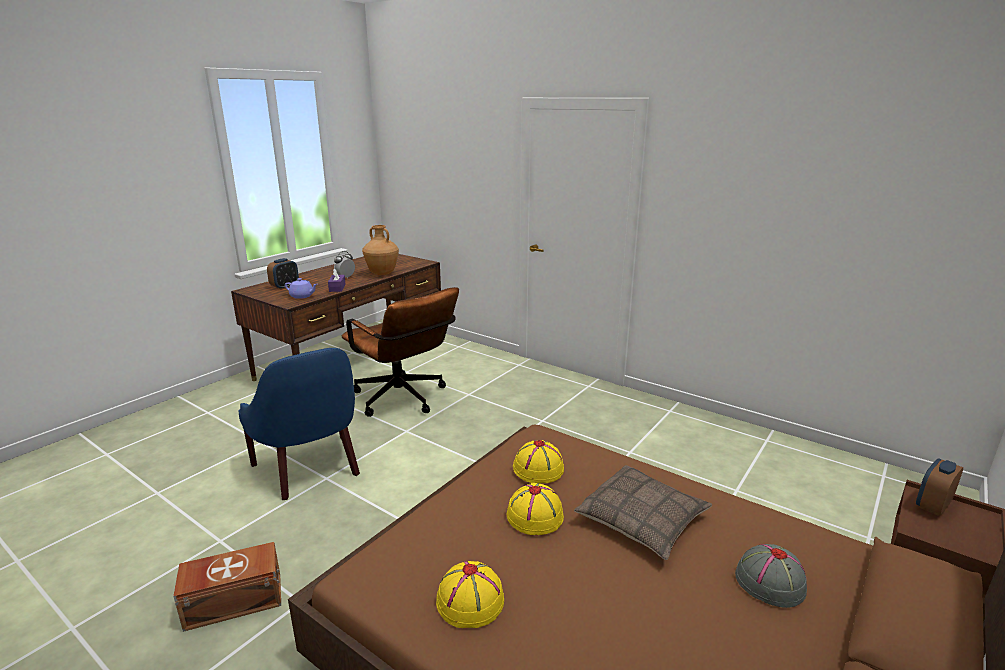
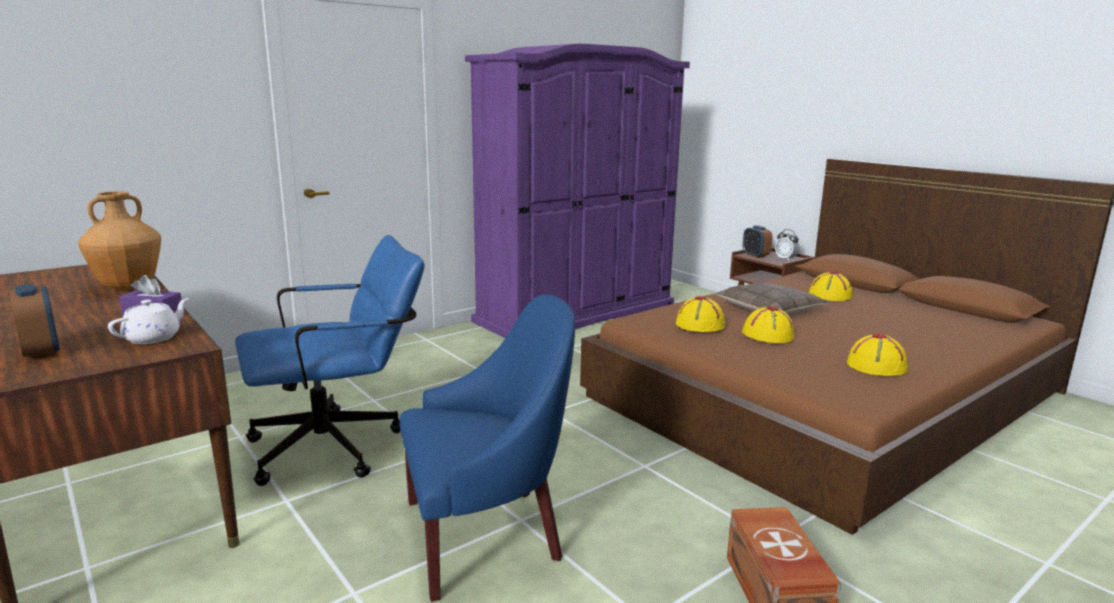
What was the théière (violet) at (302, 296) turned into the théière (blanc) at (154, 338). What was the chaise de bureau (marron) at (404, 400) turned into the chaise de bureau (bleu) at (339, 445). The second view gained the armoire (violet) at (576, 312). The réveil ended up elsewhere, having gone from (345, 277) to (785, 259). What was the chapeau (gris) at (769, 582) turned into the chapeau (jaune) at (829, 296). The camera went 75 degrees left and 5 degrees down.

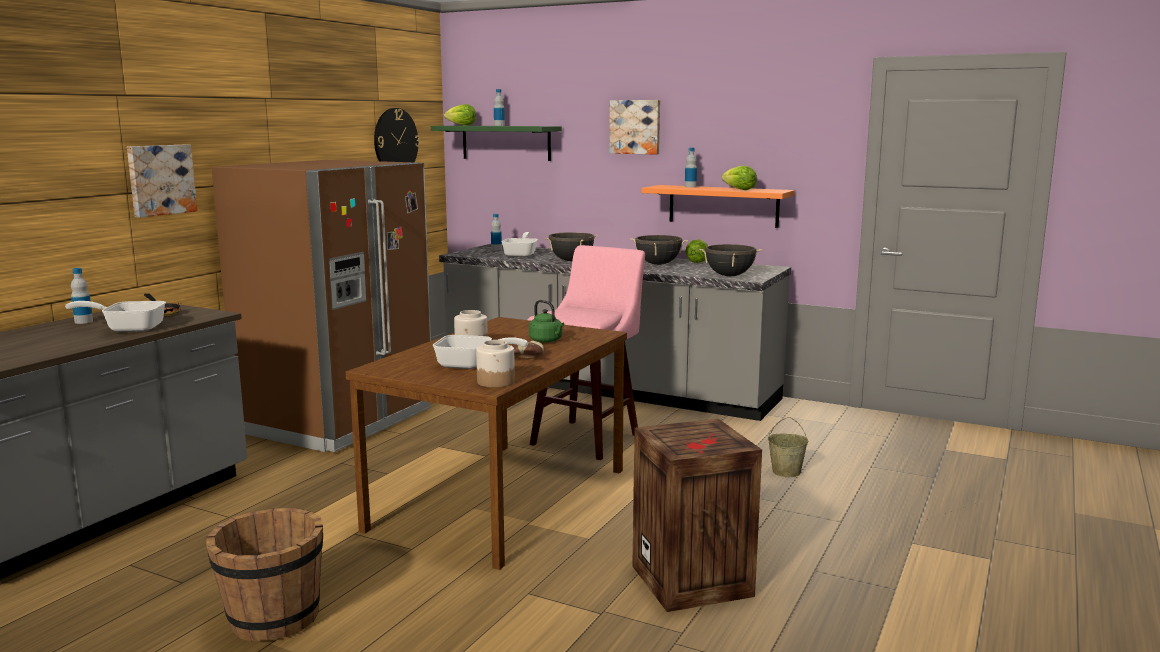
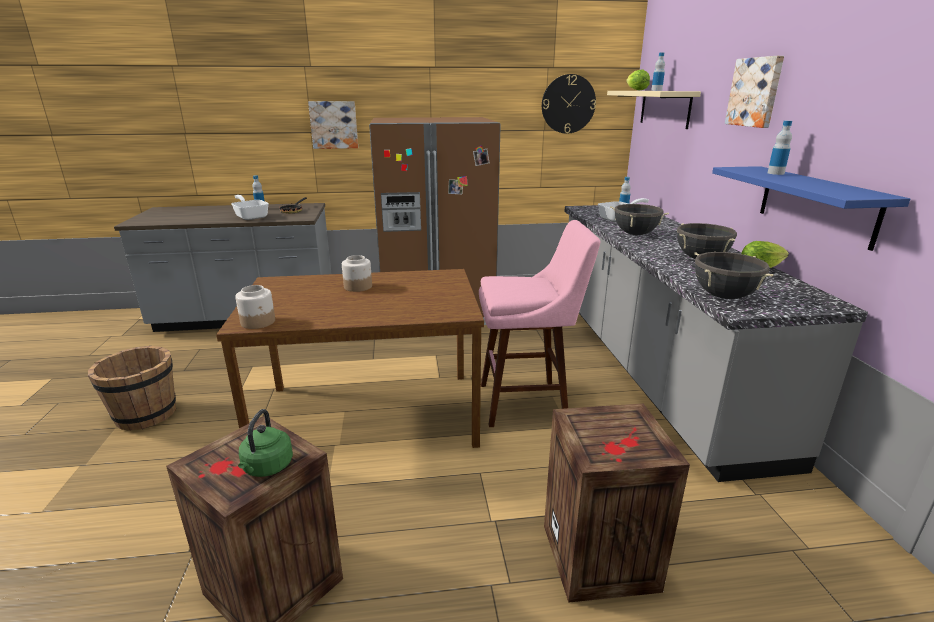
The bouilloire (vert) ended up elsewhere, having gone from (547, 341) to (267, 468). Where the seau (beige) stood at (786, 472), the caisse came to stand at (601, 558). What was the étagère (vert) at (506, 142) turned into the étagère (beige) at (665, 108). What was the étagère (orange) at (723, 206) turned into the étagère (bleu) at (816, 204). The second view lost the poêle at (471, 365). The second view lost the pain at (527, 355). The second view lost the laitue at (739, 189). The camera went 55 degrees right and 10 degrees up.

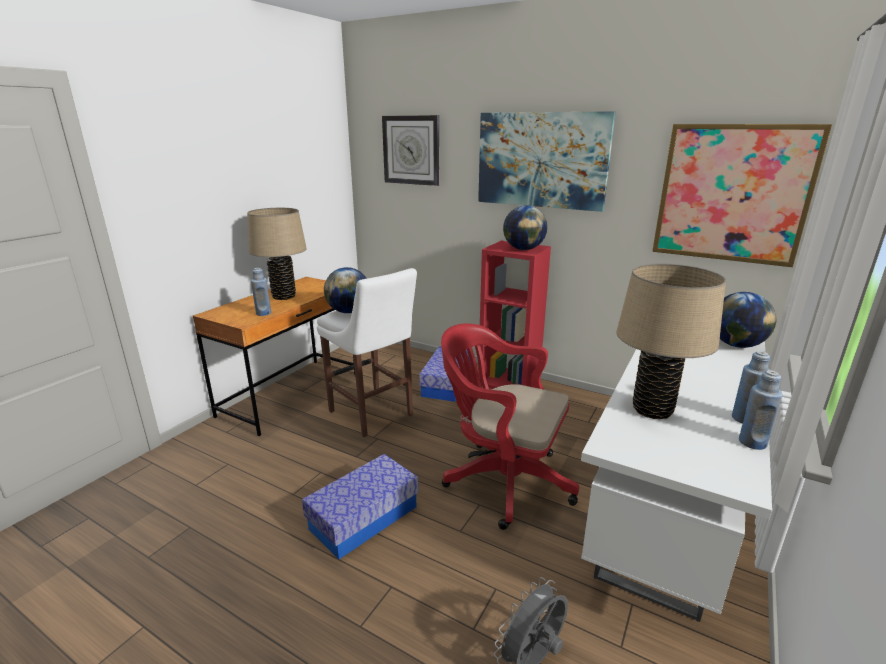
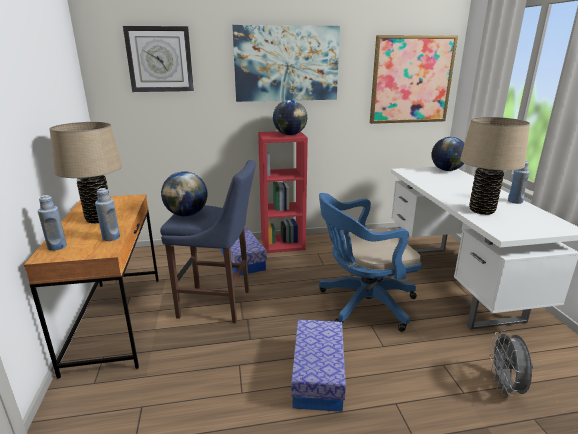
The bouteille (bleu) ended up elsewhere, having gone from (752, 442) to (57, 247). What was the tabouret (blanc) at (373, 415) turned into the tabouret (bleu) at (218, 304). What was the chaise de bureau (rouge) at (502, 479) turned into the chaise de bureau (bleu) at (362, 304). The camera went 40 degrees left and 0 degrees up.

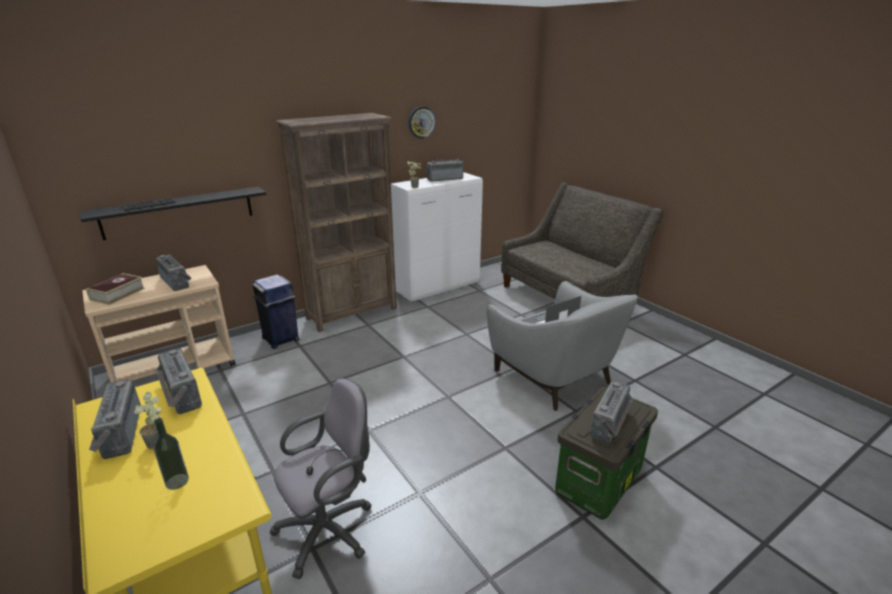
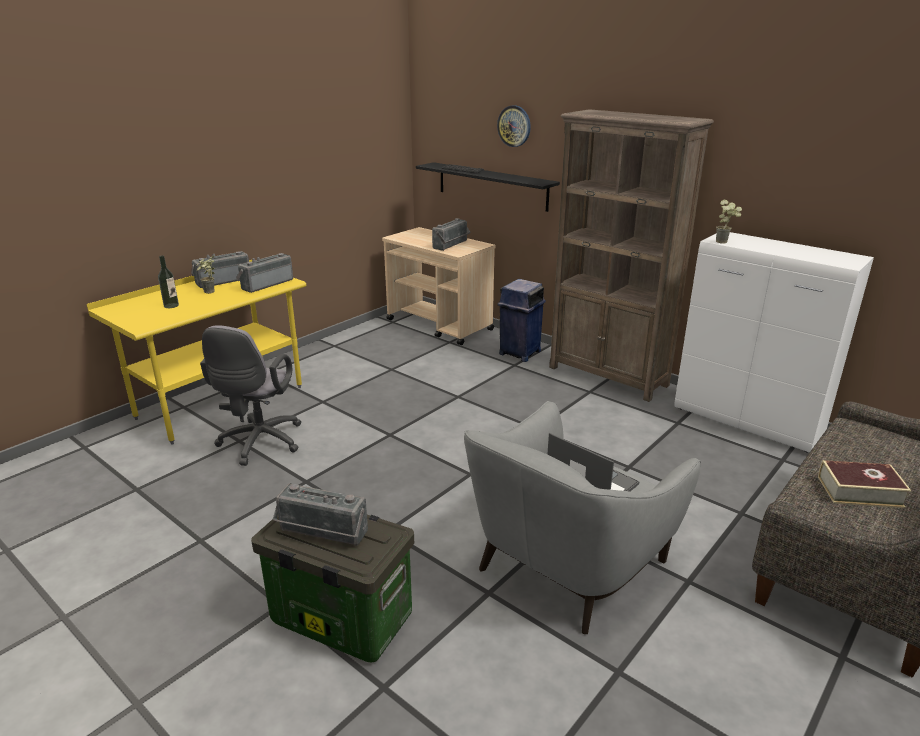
The chaise de bureau (gris) at (330, 529) ended up facing another way, 60 degrees clockwise from before. The horloge murale ended up elsewhere, having gone from (421, 122) to (514, 126). The livre ended up elsewhere, having gone from (118, 294) to (859, 491). The second view lost the radio at (444, 179). The camera went 75 degrees right and 0 degrees up.

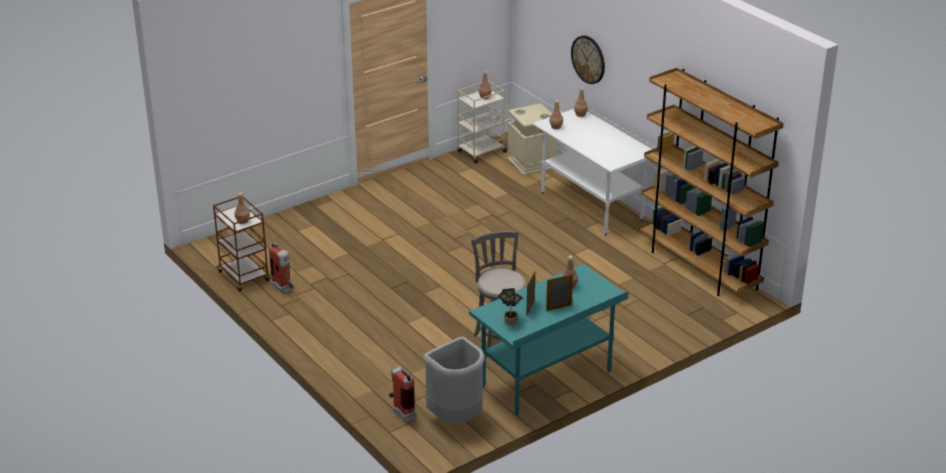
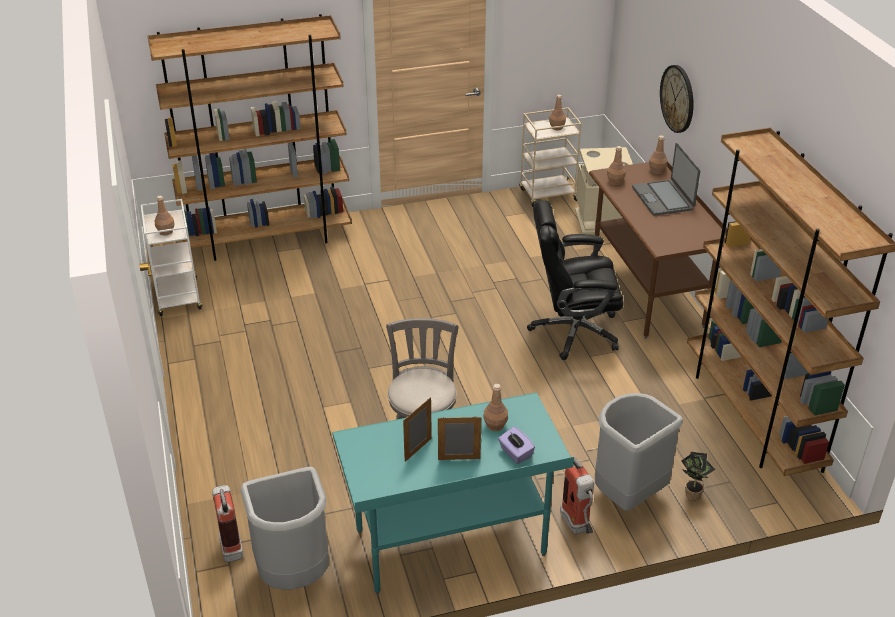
What was the chariot (marron) at (244, 277) turned into the chariot (blanc) at (178, 298). The second view gained the bibliothèque (marron) at (268, 239). The second view gained the boîte à mouchoirs (violet) at (515, 453). The second view gained the chaise de bureau (noir) at (572, 331). The extincteur ended up elsewhere, having gone from (284, 290) to (577, 527). What was the bureau (blanc) at (591, 206) turned into the bureau (marron) at (647, 293). The second view gained the poubelle (gris) at (627, 495). The second view gained the ordinateur portable at (663, 198). The plante en pot ended up elsewhere, having gone from (509, 321) to (692, 492). The camera went 20 degrees right and 5 degrees up.

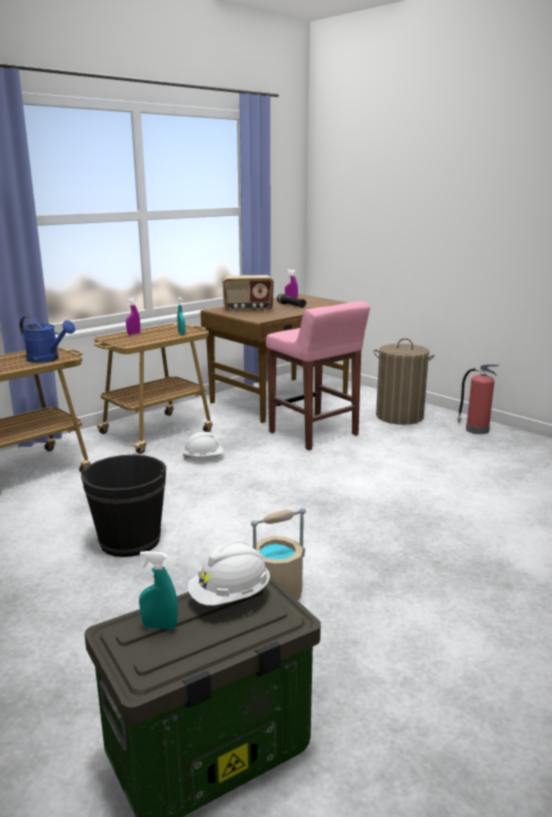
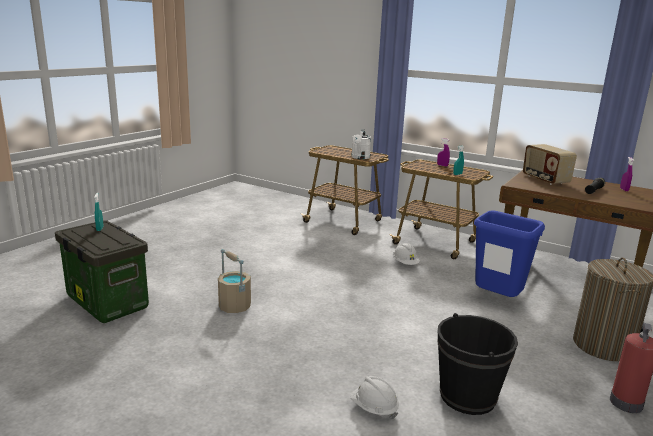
The casque de chantier (blanc) ended up elsewhere, having gone from (230, 596) to (374, 408). What was the arrosoir (bleu) at (48, 359) turned into the arrosoir (blanc) at (360, 157). The seau (noir) ended up elsewhere, having gone from (130, 541) to (467, 396). Where the tabouret (rose) stood at (314, 434), the poubelle (bleu) came to stand at (496, 301). The camera went 75 degrees right and 0 degrees up.

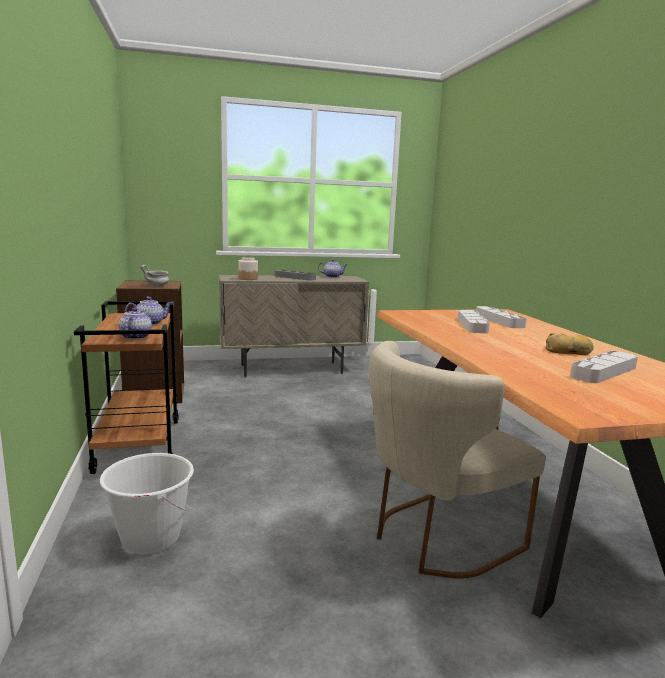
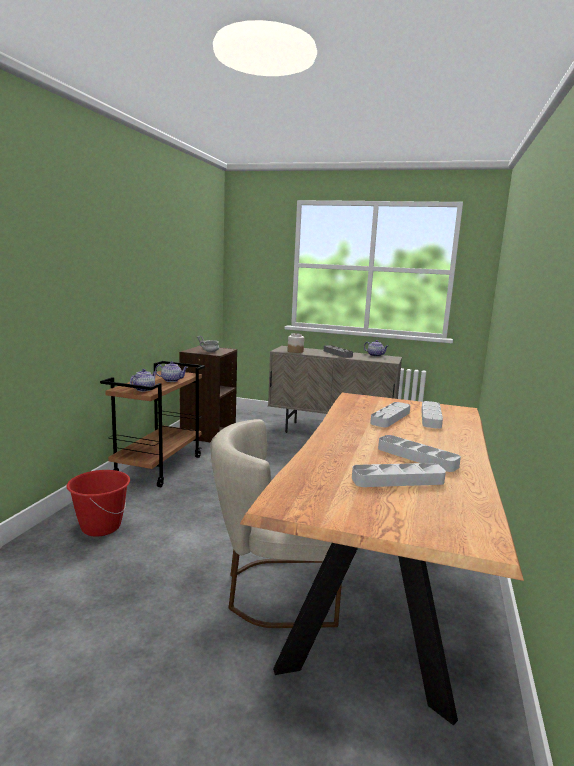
What was the seau (blanc) at (150, 538) turned into the seau (rouge) at (100, 527). Where the pain stood at (568, 352), the plateau (gris) came to stand at (417, 457). The camera went 30 degrees right and 0 degrees up.

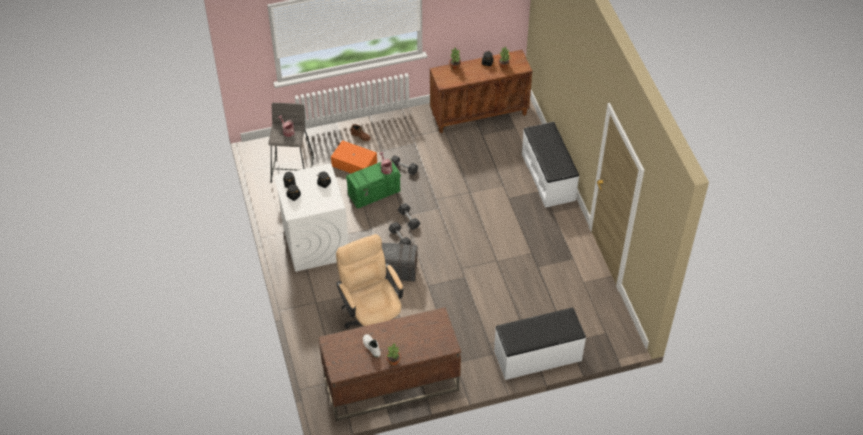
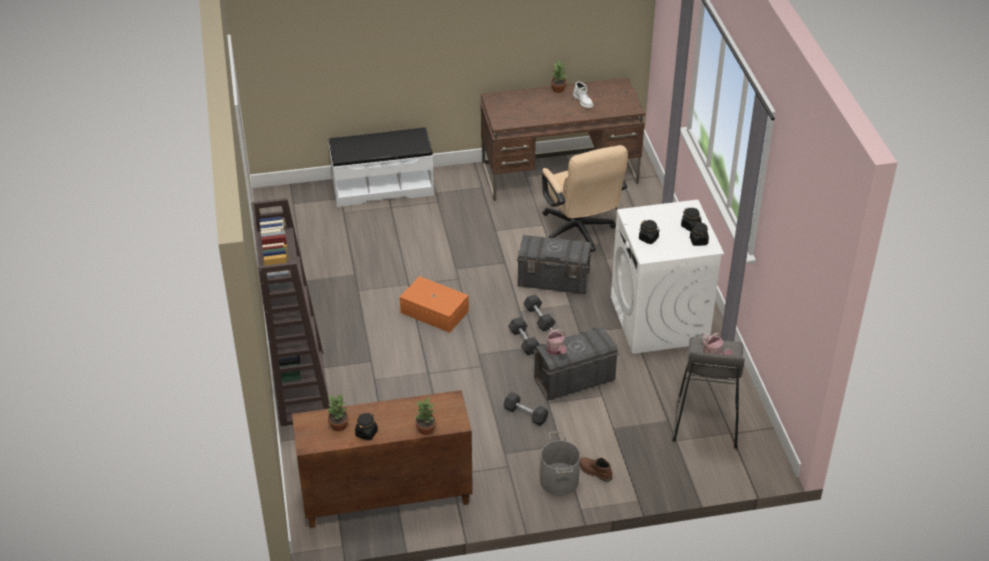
Where the banc (blanc) stood at (548, 177), the bibliothèque (marron) came to stand at (301, 387). The boîte de rangement (orange) ended up elsewhere, having gone from (354, 164) to (434, 311). What was the boîte de rangement (vert) at (374, 193) turned into the boîte de rangement (gris) at (574, 380). The second view gained the seau (gris) at (560, 480). The camera went 175 degrees left and 10 degrees down.

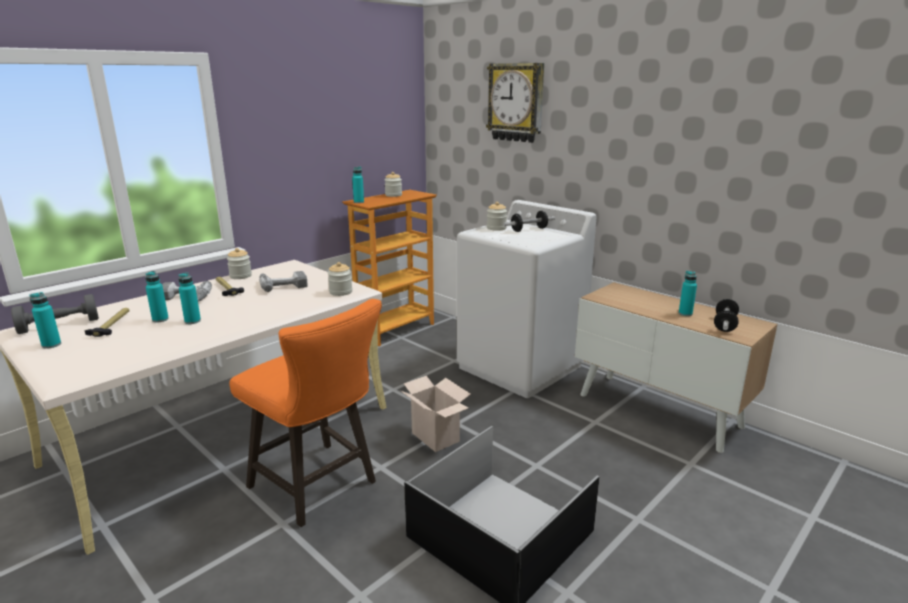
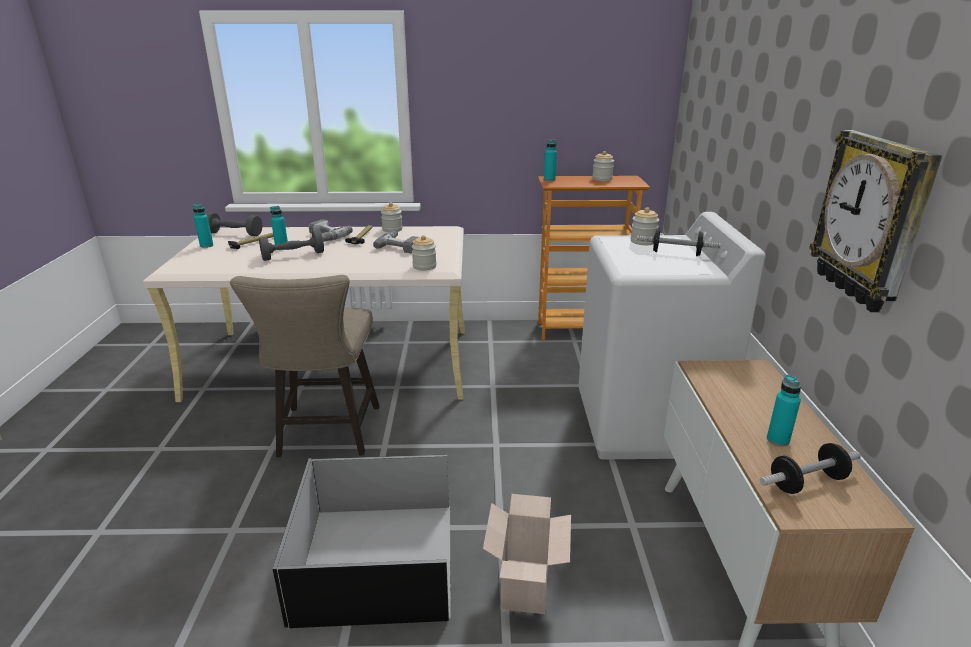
What was the tabouret (orange) at (319, 487) turned into the tabouret (beige) at (326, 435). Where the bouteille (turquoise) stood at (192, 321), the haltère (gris) came to stand at (293, 256). The carton ended up elsewhere, having gone from (437, 437) to (526, 588). The horloge murale ended up elsewhere, having gone from (516, 102) to (872, 220). The camera went 45 degrees right and 5 degrees up.

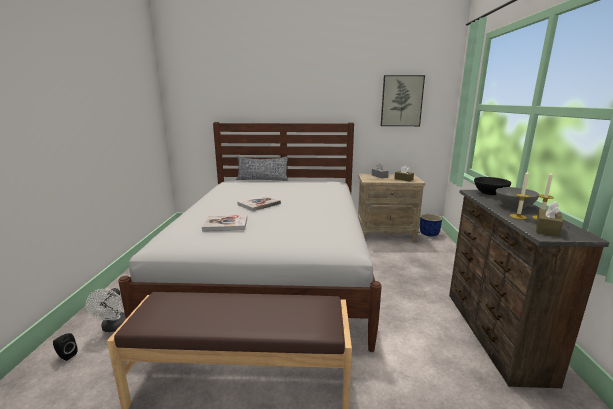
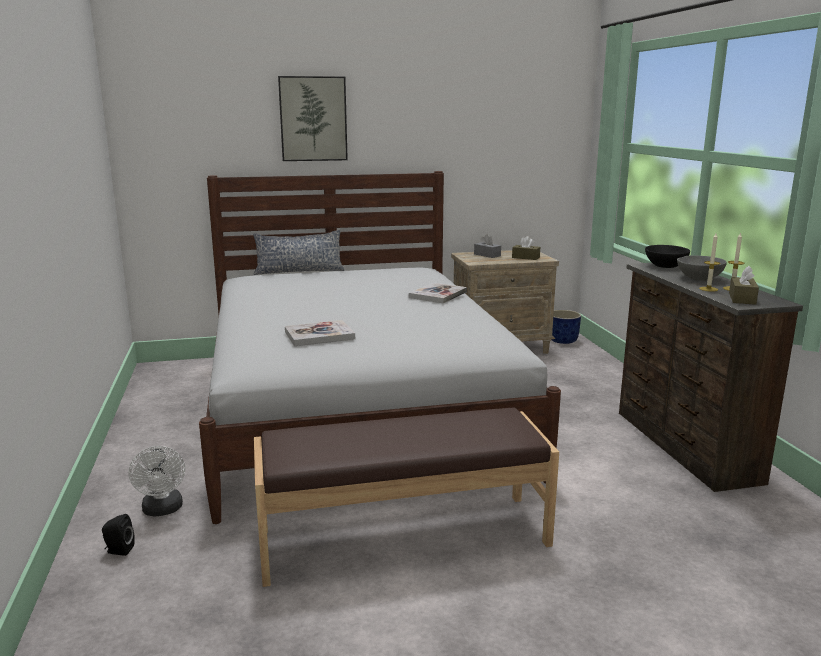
The tableau ended up elsewhere, having gone from (401, 101) to (313, 119). The livre ended up elsewhere, having gone from (259, 204) to (438, 295). The camera went 15 degrees left and 0 degrees up.

